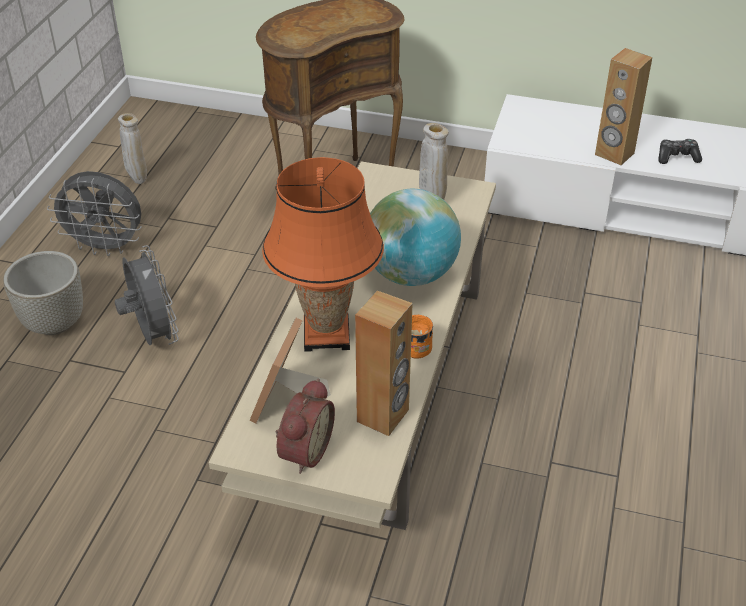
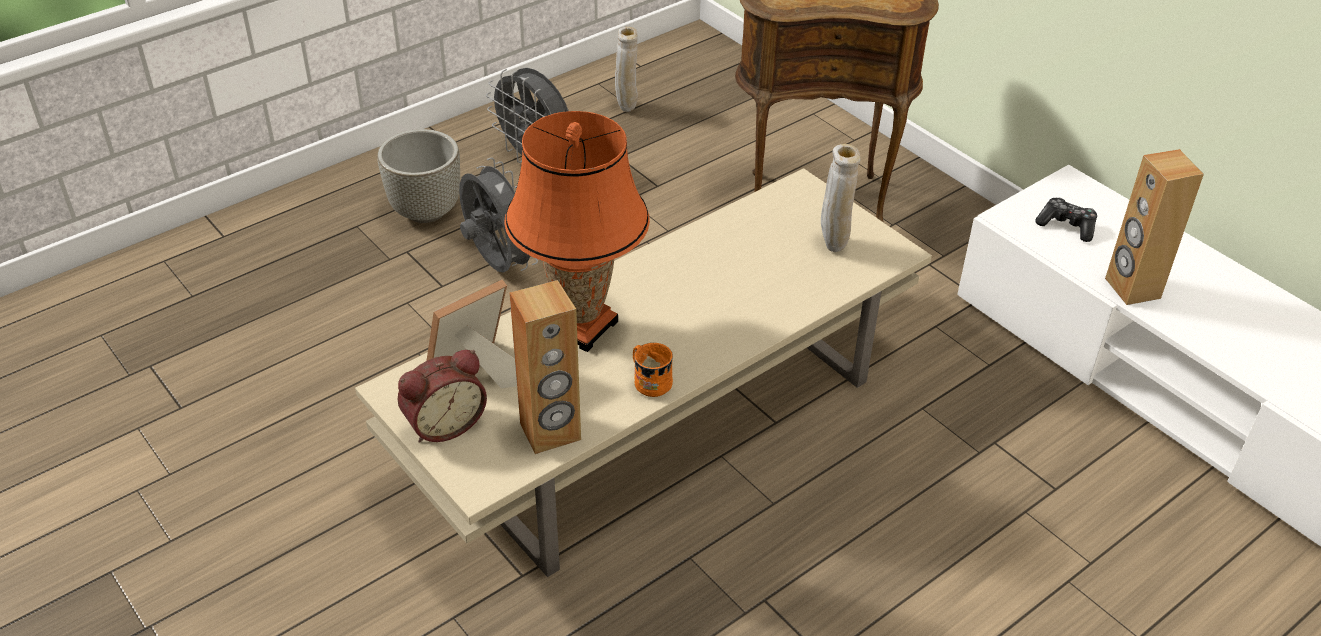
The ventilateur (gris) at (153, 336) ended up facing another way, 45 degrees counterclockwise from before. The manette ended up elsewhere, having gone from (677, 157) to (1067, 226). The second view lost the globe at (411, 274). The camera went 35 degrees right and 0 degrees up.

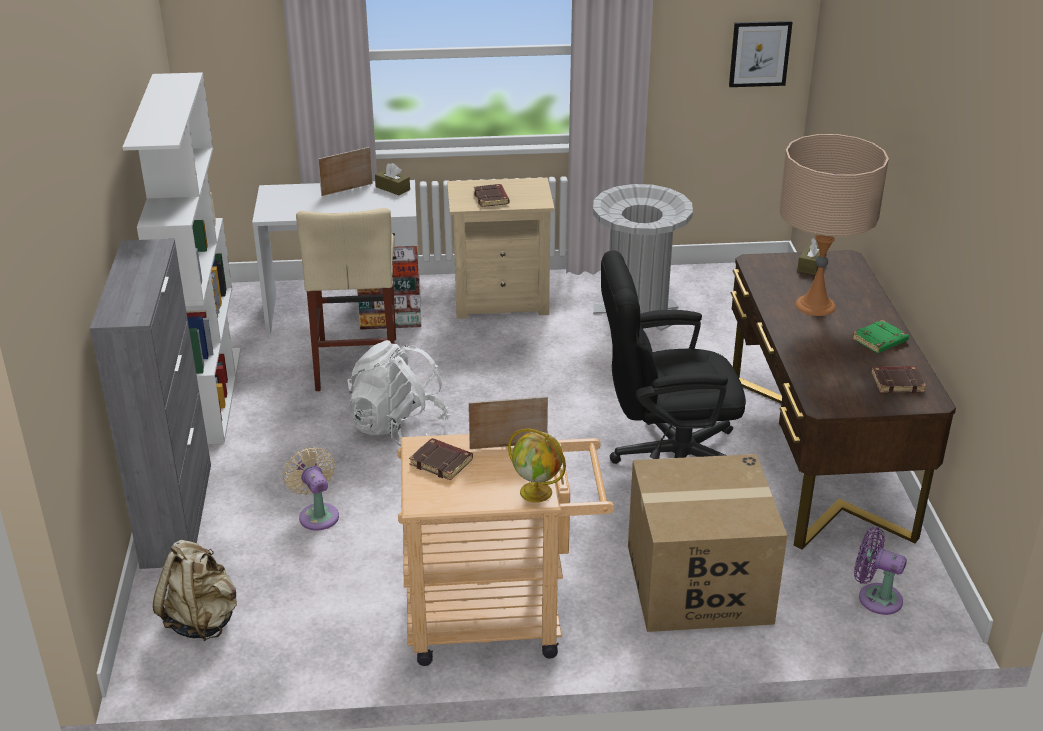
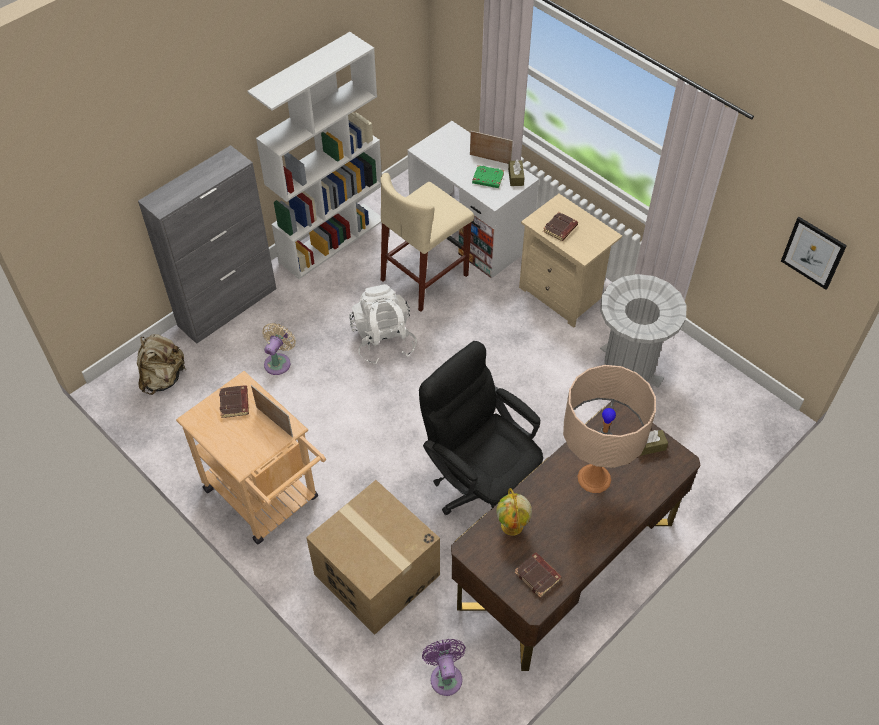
The livre (vert) ended up elsewhere, having gone from (880, 341) to (487, 179). The globe ended up elsewhere, having gone from (537, 492) to (512, 526). The camera went 50 degrees right and 20 degrees up.

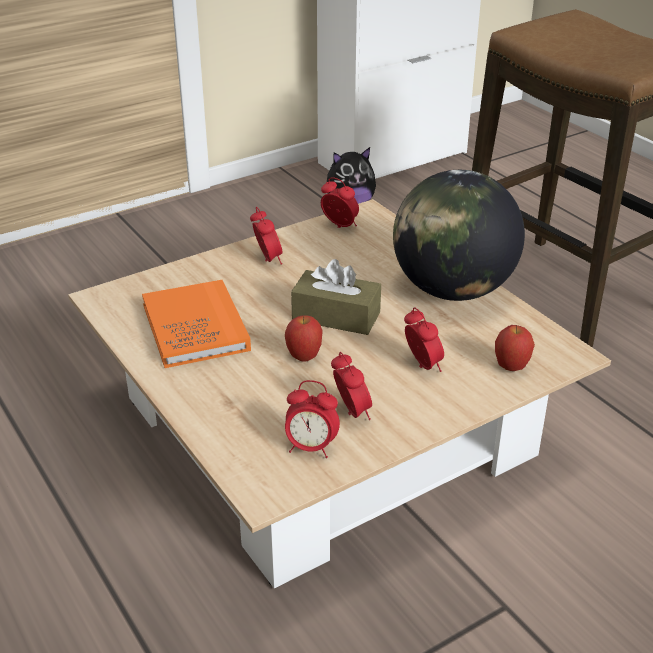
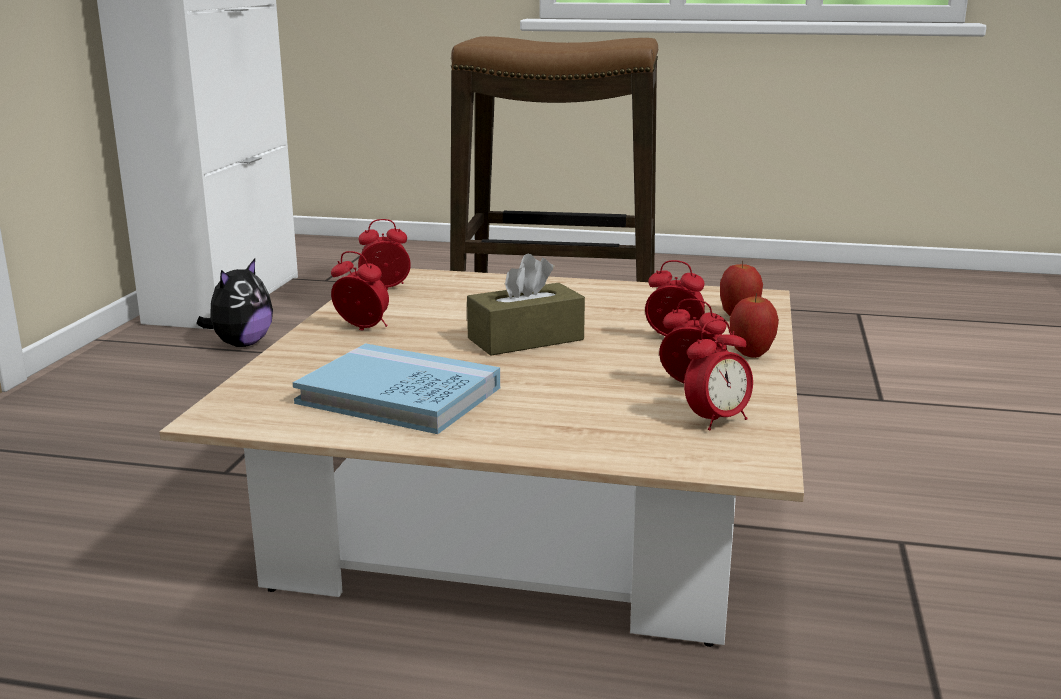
What was the livre (orange) at (195, 327) turned into the livre (bleu) at (399, 395). The pomme ended up elsewhere, having gone from (304, 357) to (751, 355). The second view lost the globe at (453, 290). The camera went 45 degrees left and 15 degrees down.

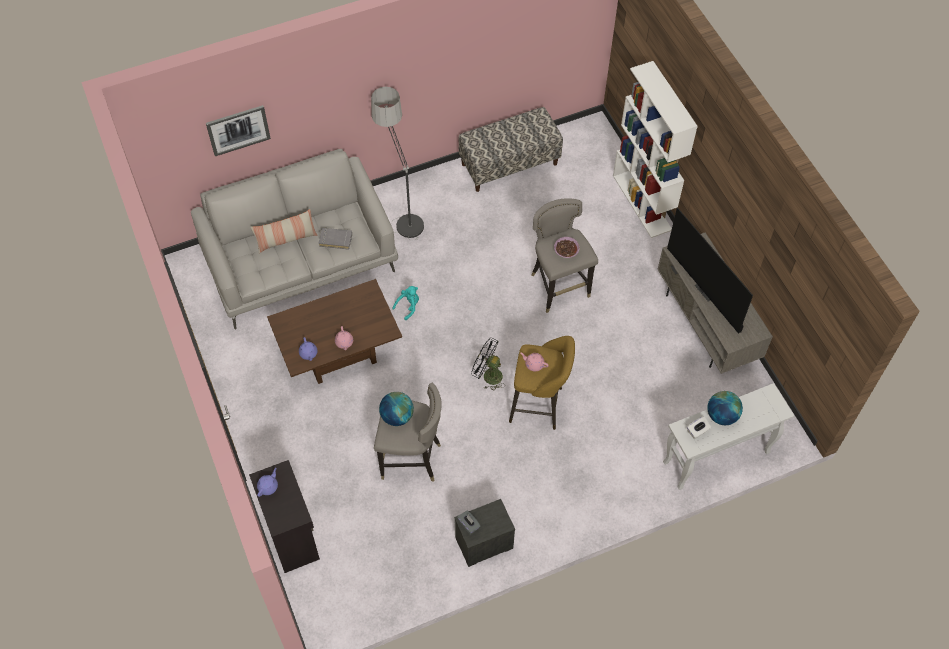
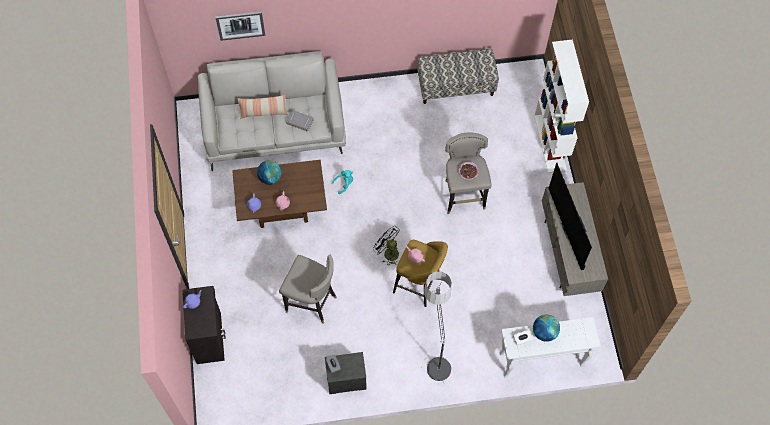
The globe ended up elsewhere, having gone from (397, 416) to (270, 178). The lampadaire ended up elsewhere, having gone from (400, 211) to (434, 350). The camera went 15 degrees right and 5 degrees up.

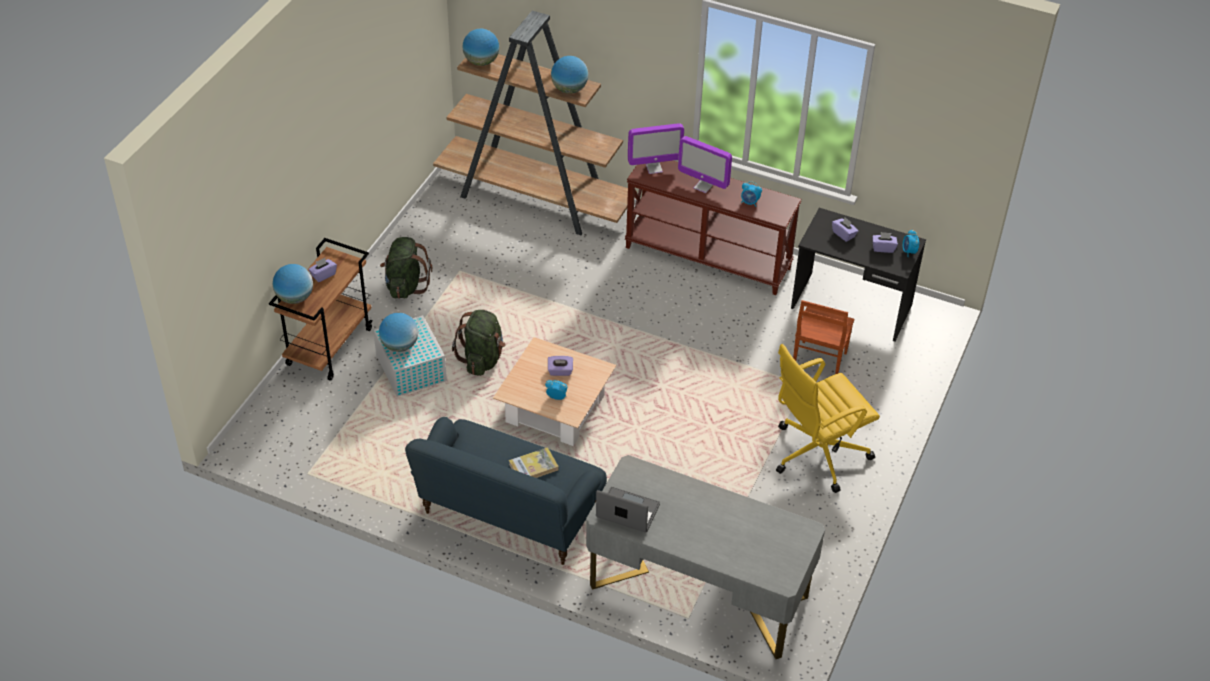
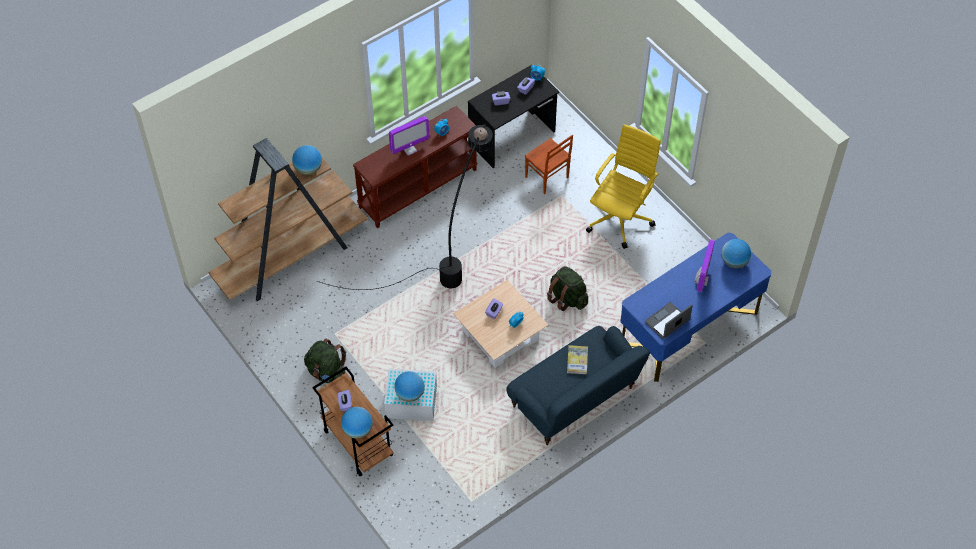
The second view gained the lampadaire (noir) at (448, 255). The sac à dos (vert) ended up elsewhere, having gone from (482, 359) to (567, 298). The chaise de bureau (jaune) at (817, 454) ended up facing another way, 150 degrees counterclockwise from before. What was the bureau (gris) at (698, 591) turned into the bureau (bleu) at (689, 328). The écran d'ordinateur ended up elsewhere, having gone from (654, 168) to (701, 280). The globe ended up elsewhere, having gone from (481, 62) to (734, 262). The camera went 60 degrees left and 10 degrees up.

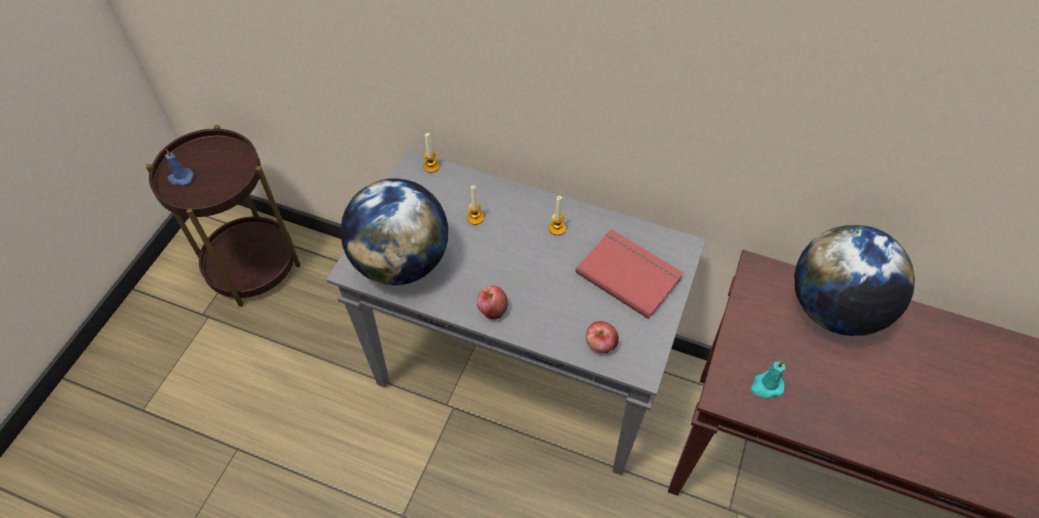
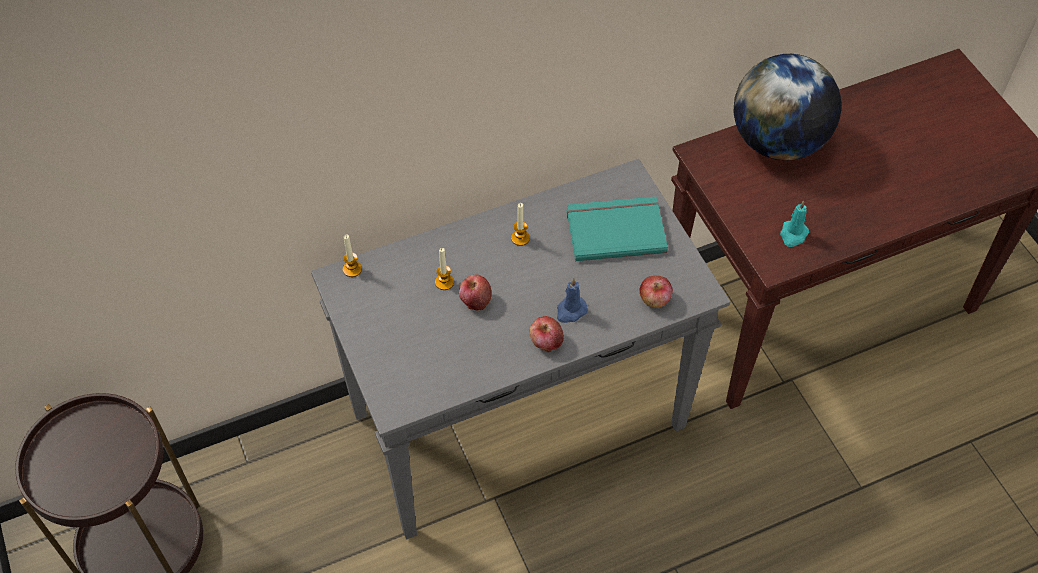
The second view gained the pomme at (475, 300). The bougie (bleu) ended up elsewhere, having gone from (180, 178) to (570, 311). What was the livre (rouge) at (629, 273) turned into the livre (turquoise) at (615, 229). The second view lost the globe at (401, 261). The camera went 45 degrees left and 0 degrees up.

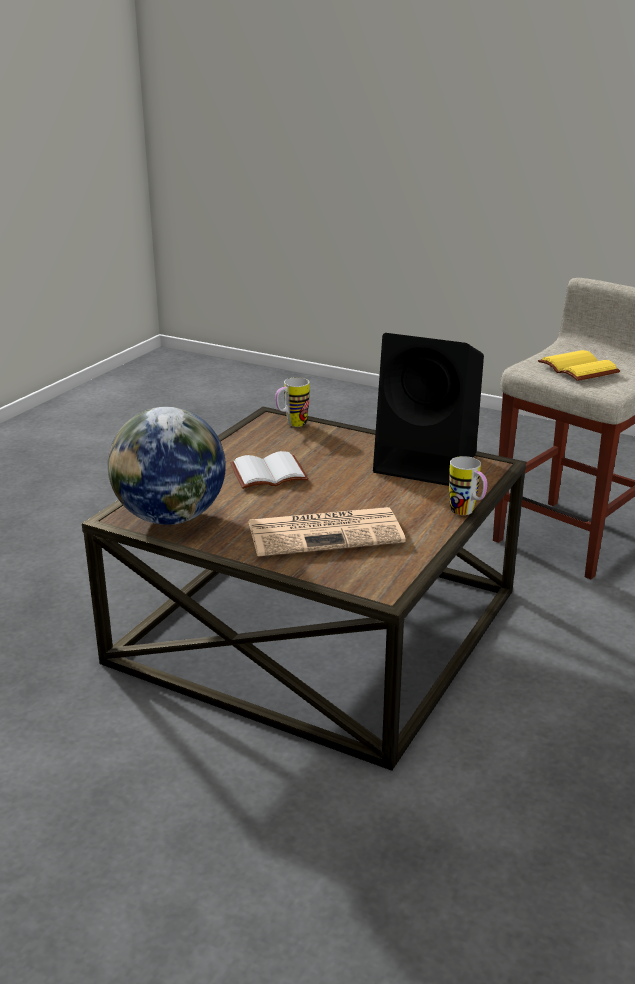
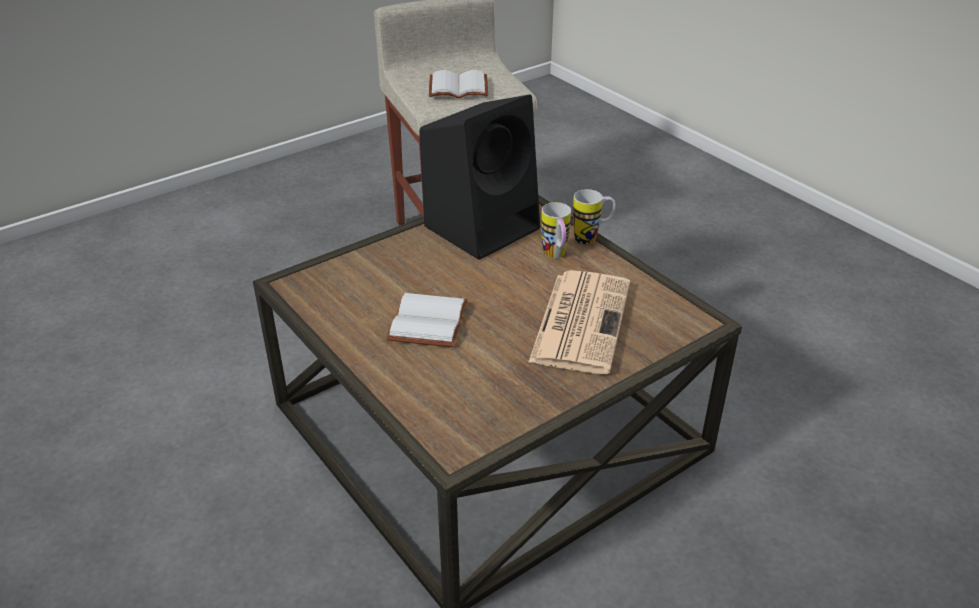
What was the livre (jaune) at (575, 368) turned into the livre (blanc) at (457, 88). The mug ended up elsewhere, having gone from (291, 424) to (556, 256). The second view lost the globe at (171, 517). The camera went 65 degrees left and 10 degrees up.

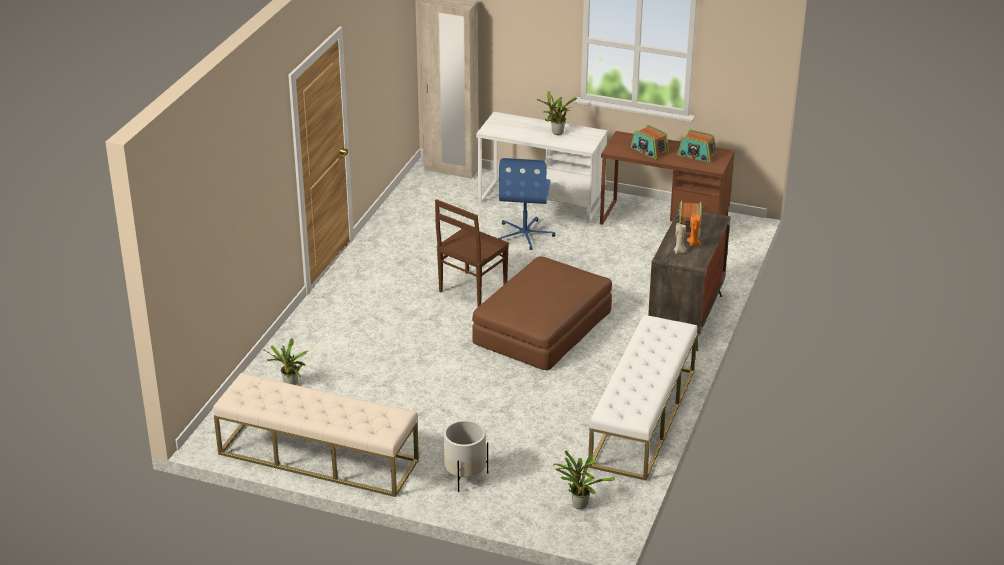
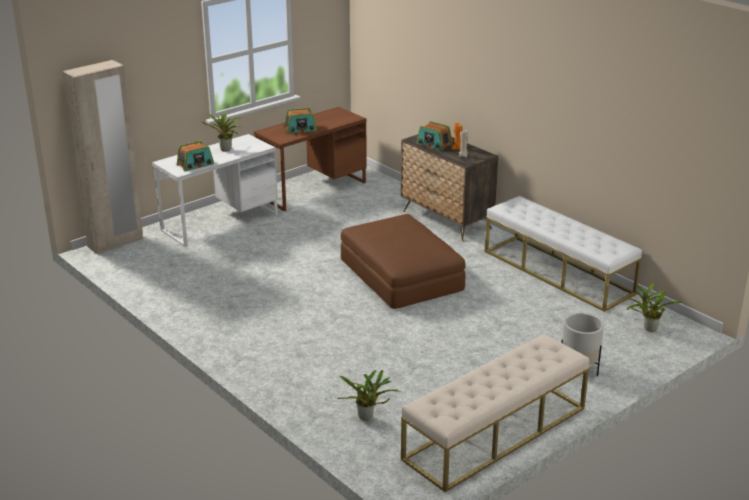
The radio ended up elsewhere, having gone from (696, 155) to (195, 165). The second view lost the chaise (marron) at (471, 291). The second view lost the chaise de bureau (bleu) at (525, 234). The camera went 60 degrees left and 5 degrees down.

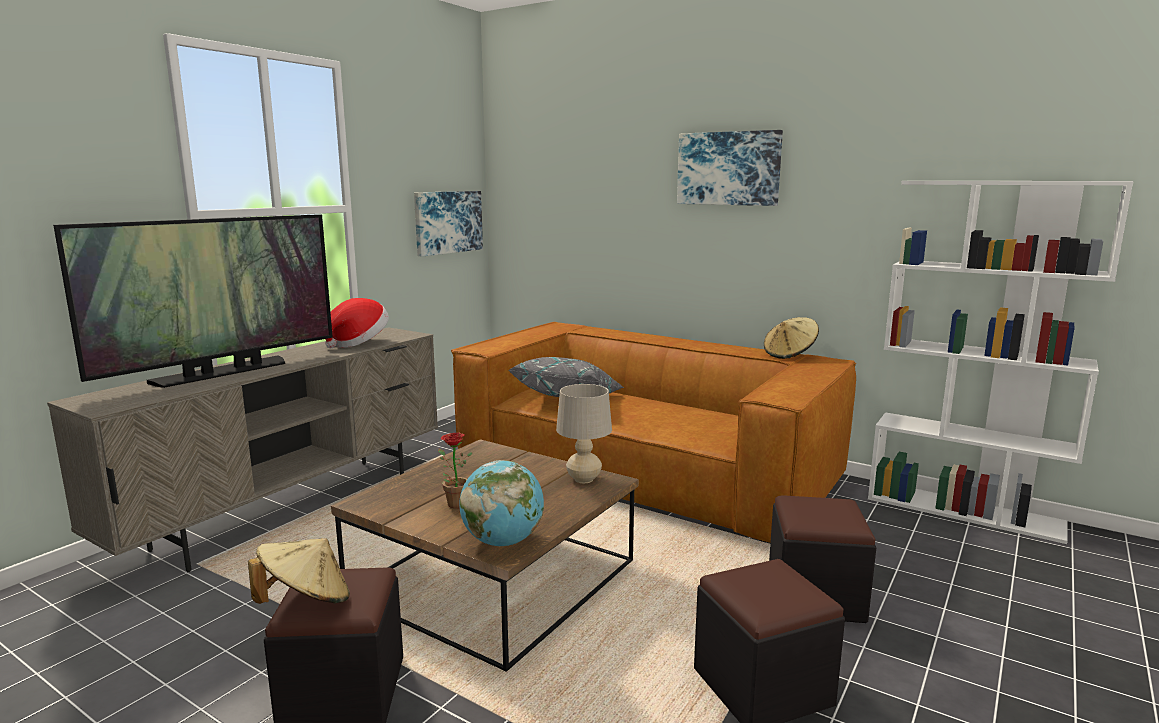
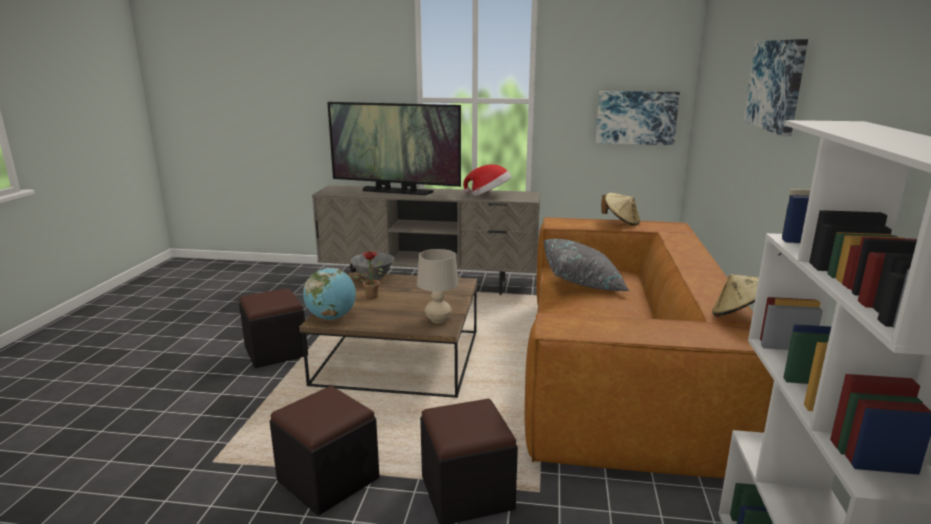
The second view gained the bol (gris) at (373, 278). The chapeau (beige) ended up elsewhere, having gone from (306, 601) to (620, 222). The camera went 65 degrees right and 5 degrees up.

